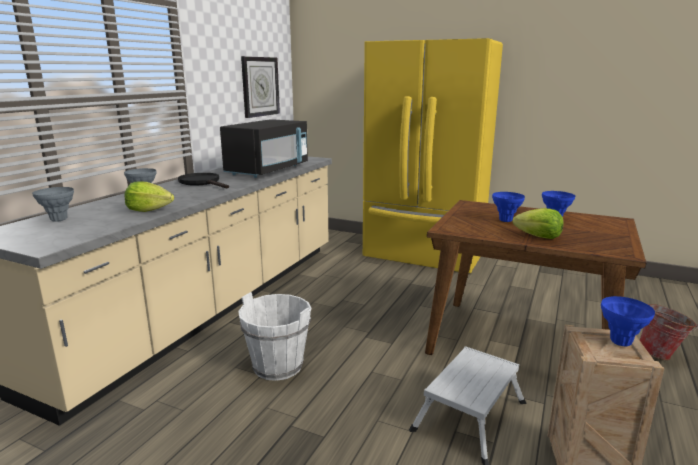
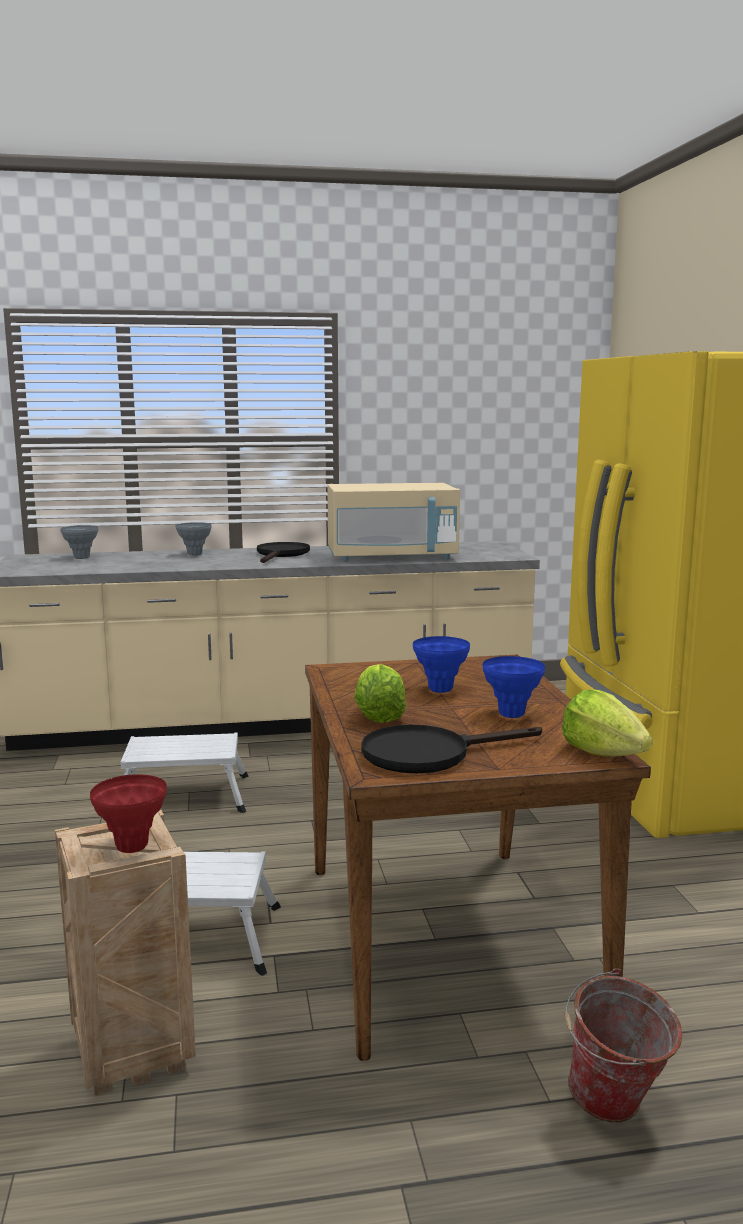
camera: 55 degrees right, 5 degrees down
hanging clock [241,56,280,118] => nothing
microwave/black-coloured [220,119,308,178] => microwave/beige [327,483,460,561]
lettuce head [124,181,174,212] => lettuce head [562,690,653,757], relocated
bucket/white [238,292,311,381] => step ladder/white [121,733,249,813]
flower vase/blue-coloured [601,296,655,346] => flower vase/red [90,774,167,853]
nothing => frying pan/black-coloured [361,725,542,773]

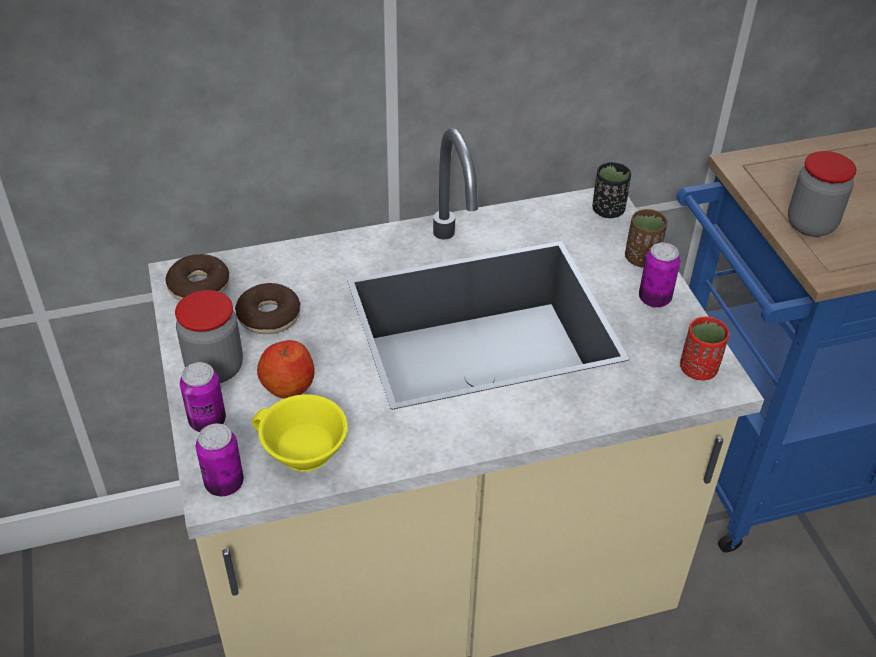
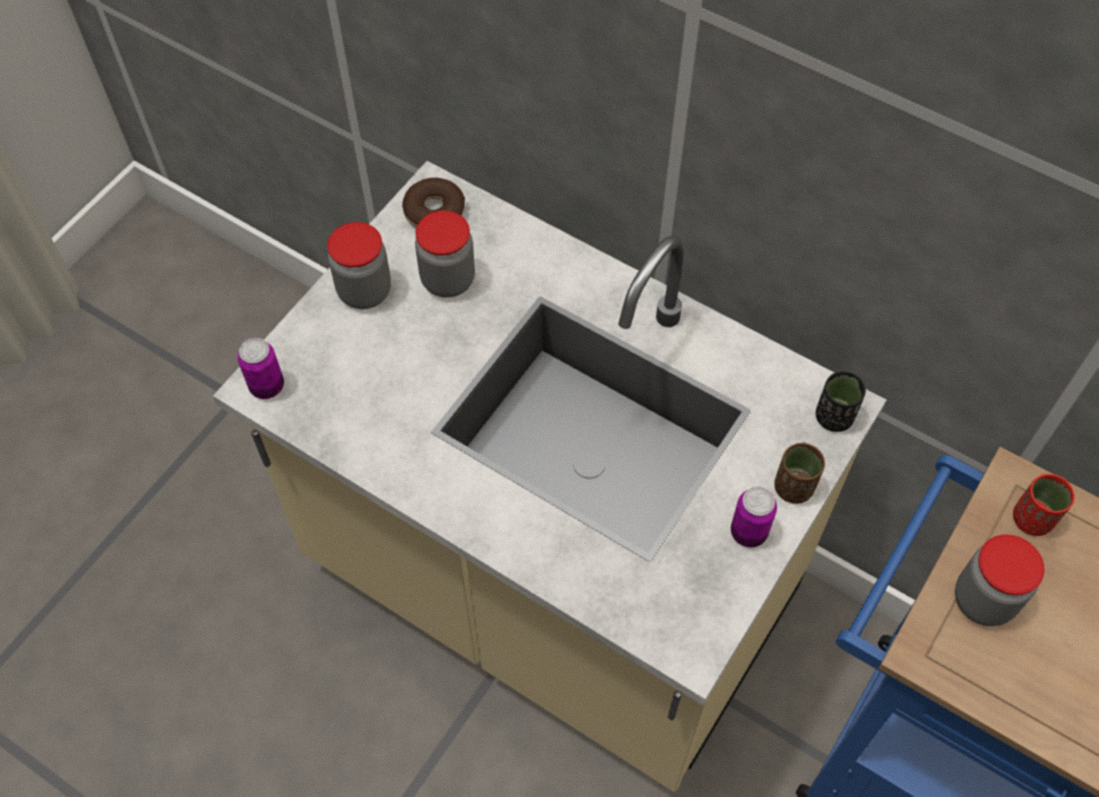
camera: 50 degrees right, 15 degrees up
ring doughnut [235,283,300,334] => jar [415,211,475,298]
drinking cup/red [680,317,729,381] => drinking cup/red [1013,474,1075,536], relocated
apple [257,340,315,399] => nothing
metal can [180,362,226,432] => nothing
drinking cup/yellow-coloured [252,394,348,472] => nothing

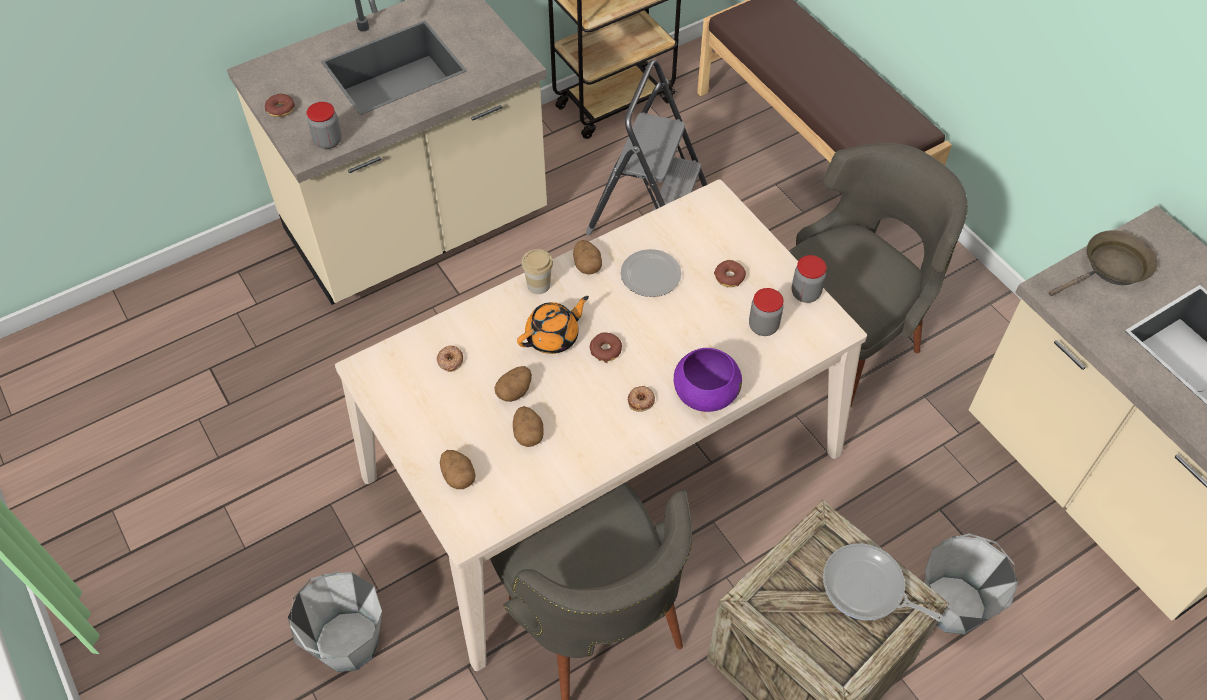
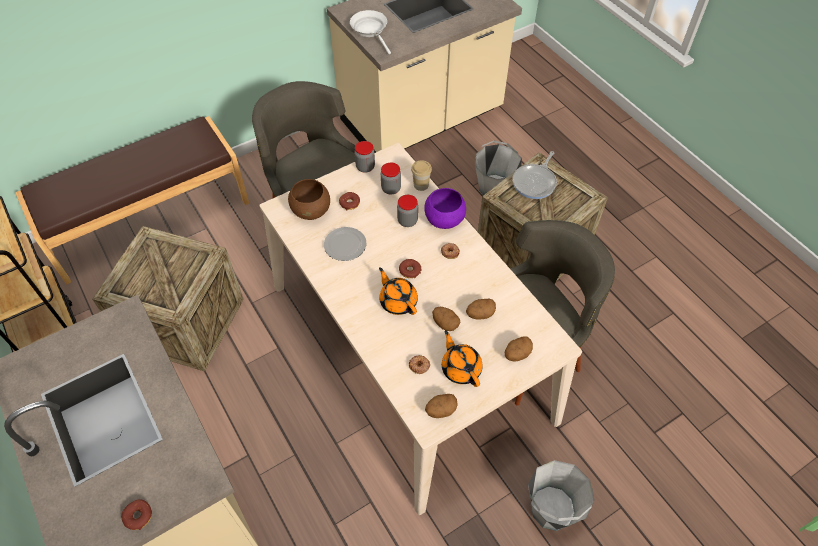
camera: 90 degrees left, 0 degrees up
step ladder/greyish [586,60,708,235] => crate [92,226,244,372]
jar [307,102,342,149] => jar [397,195,418,227], relocated
frying pan/brownish [1049,230,1158,296] => frying pan/white [350,10,391,54]
whole potato [573,240,602,275] => whole potato [425,394,457,418], relocated
drinking cup [521,249,553,294] => drinking cup [411,160,432,191], relocated
nothing => deep dish/brownish [288,179,330,220]
nothing => tea pot/orangey [442,330,483,387]

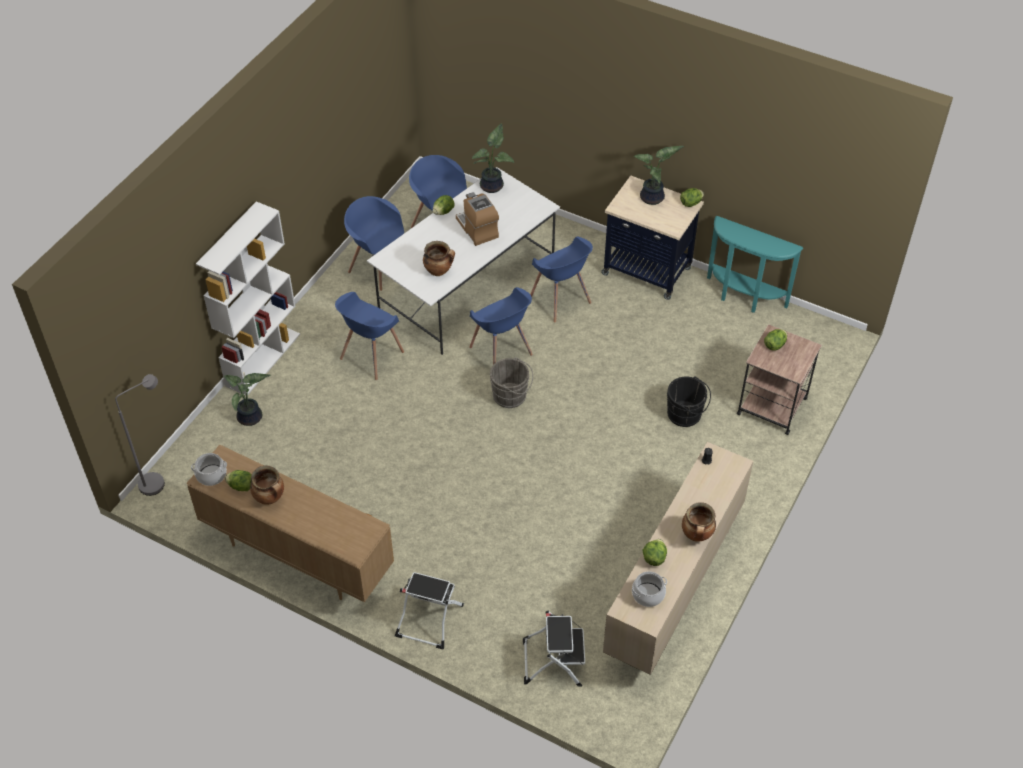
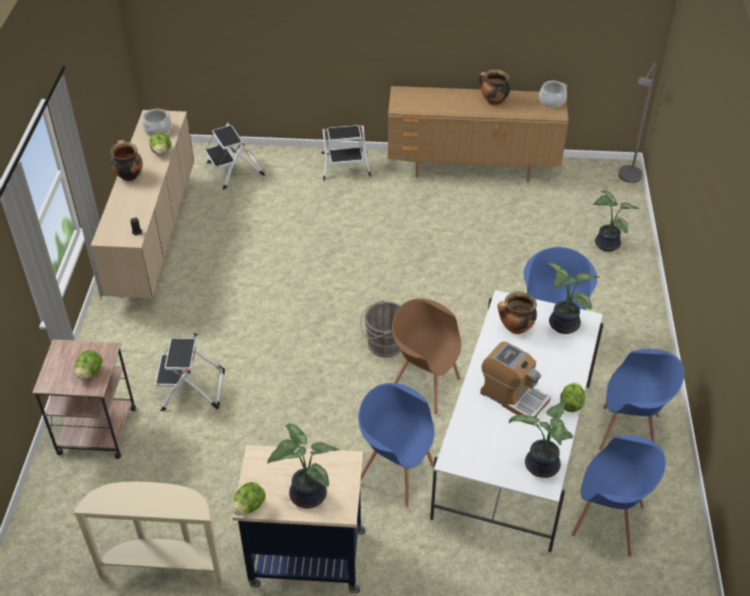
camera: 155 degrees right, 5 degrees down
shelving unit/white [196,201,300,396] => nothing
console table/turquoise [707,216,803,313] => console table/beige [73,482,223,586]
upright chair/blue-coloured [469,287,533,365] => upright chair/brownish [392,298,461,414]
bucket/black-coloured [667,377,711,427] => step ladder [155,333,225,411]
lettuce head [225,470,251,491] => nothing
nothing => potted plant [546,263,600,334]

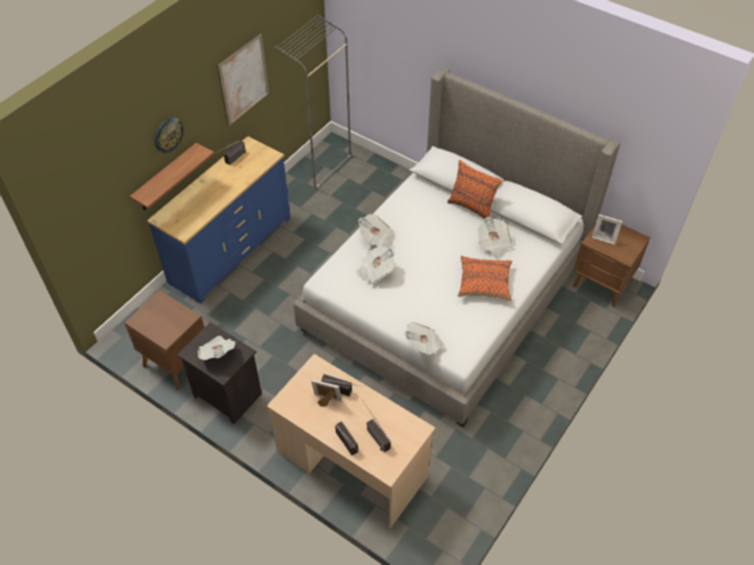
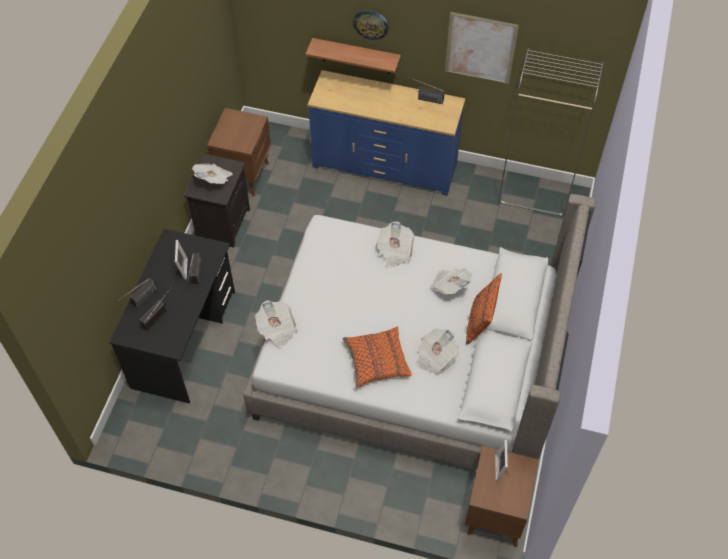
camera: 70 degrees right, 5 degrees up
printed paper [356,245,395,284] => printed paper [430,269,472,295], relocated
desk unit/beige [267,354,435,528] => desk unit/black-coloured [109,229,235,404]

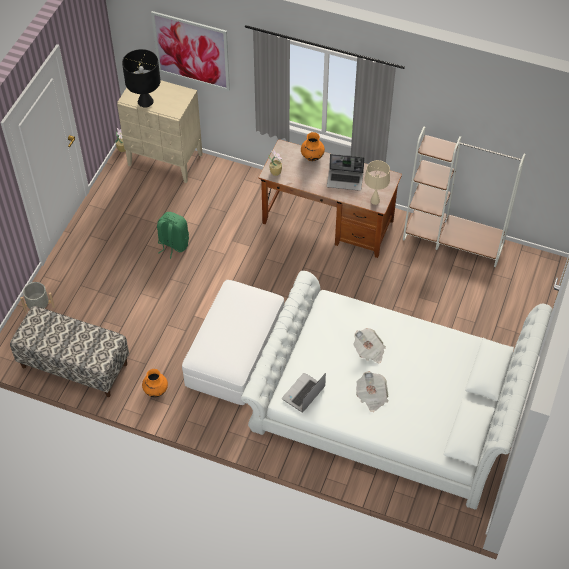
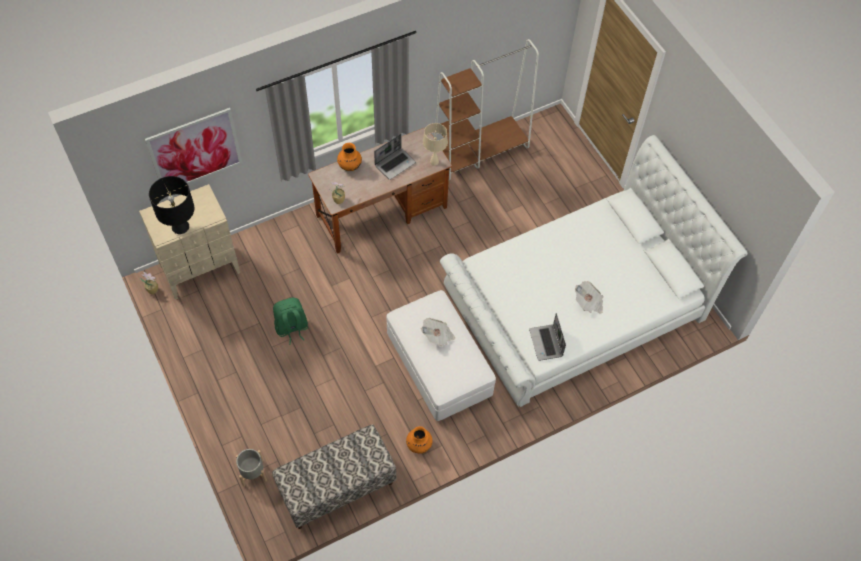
camera: 50 degrees left, 5 degrees up
printed paper [354,328,386,363] => printed paper [421,318,455,346], relocated

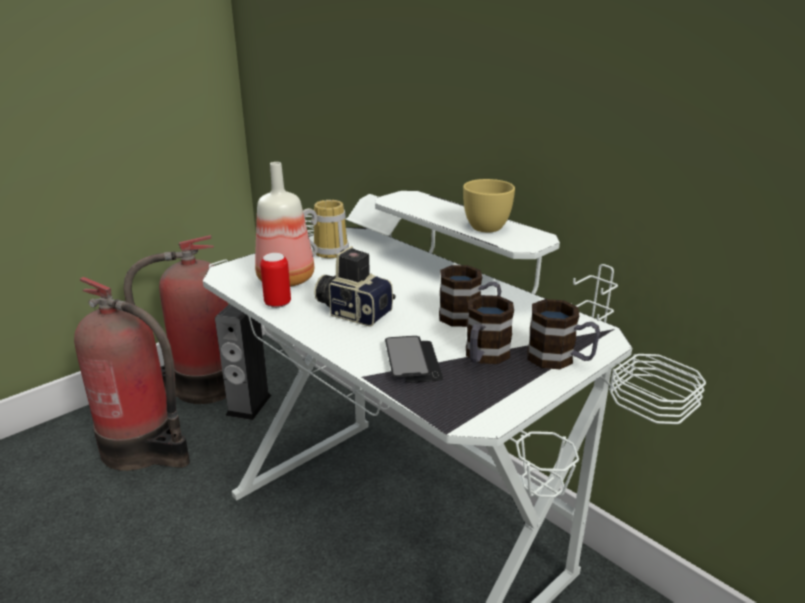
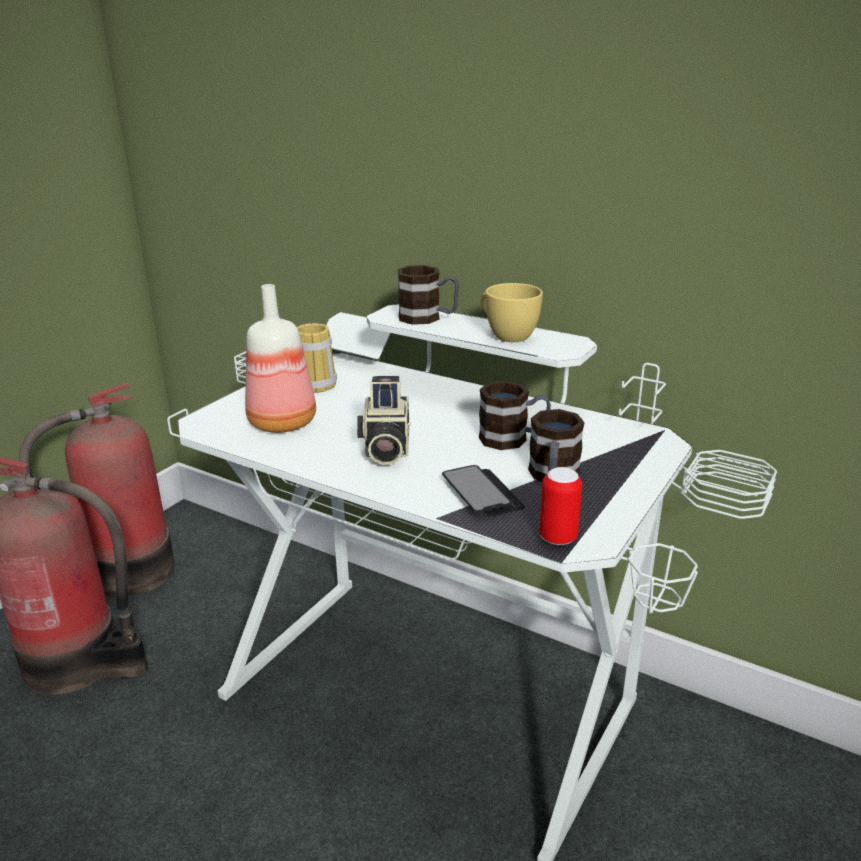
camera: 15 degrees left, 0 degrees up
still camera [314,246,396,326] => still camera [357,376,411,465], 105 degrees counterclockwise
metal can [260,253,291,308] => metal can [539,467,582,545], relocated
mug [527,299,600,369] => mug [397,265,459,325], relocated
loudspeaker [215,304,272,420] => nothing

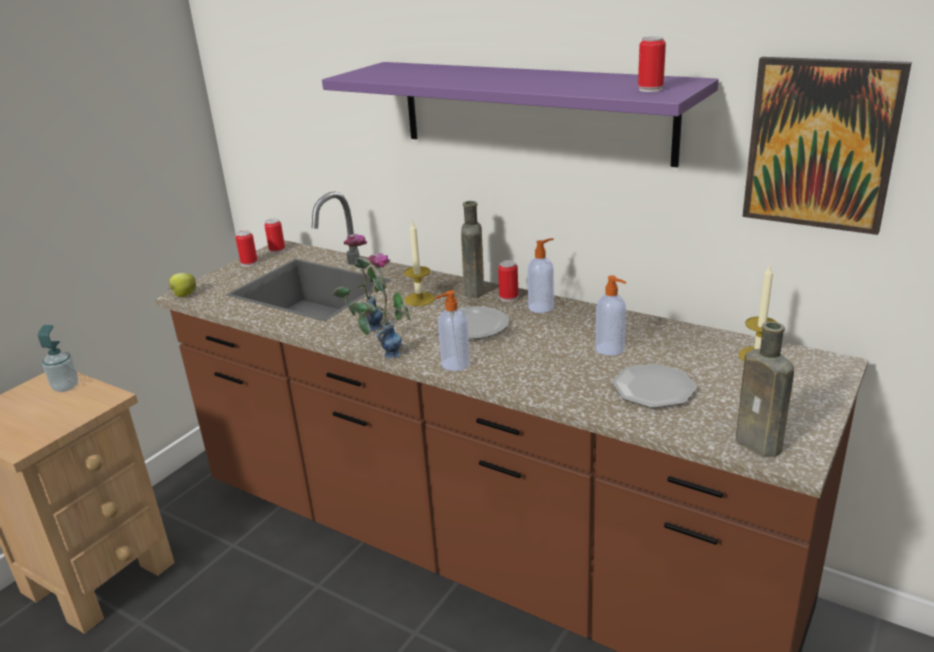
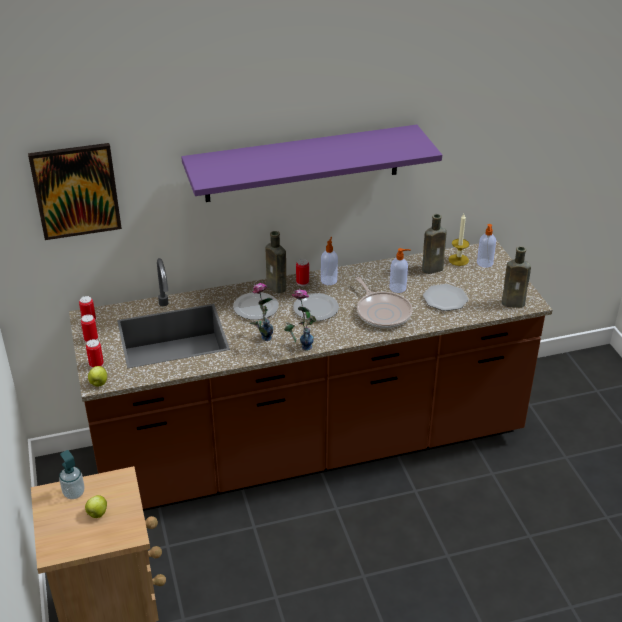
camera: 50 degrees left, 10 degrees up
metal can [638,36,666,92] => metal can [86,339,104,368], relocated
wall picture [742,57,912,235] => wall picture [28,143,122,240], relocated
wax candle [404,220,435,306] => dinner plate [233,292,279,320]
liquid soap bottle [435,290,470,371] => liquid soap bottle [477,224,496,268], relocated
nothing => bottle/brownish [422,214,447,274]
nothing => frying pan [356,277,412,328]
nothing => apple [85,495,107,518]

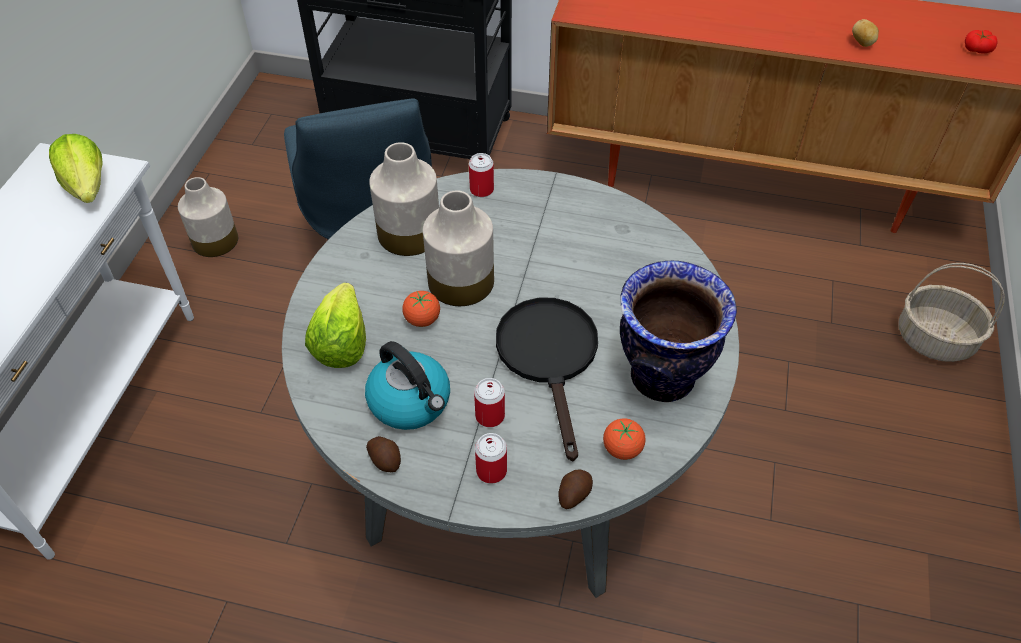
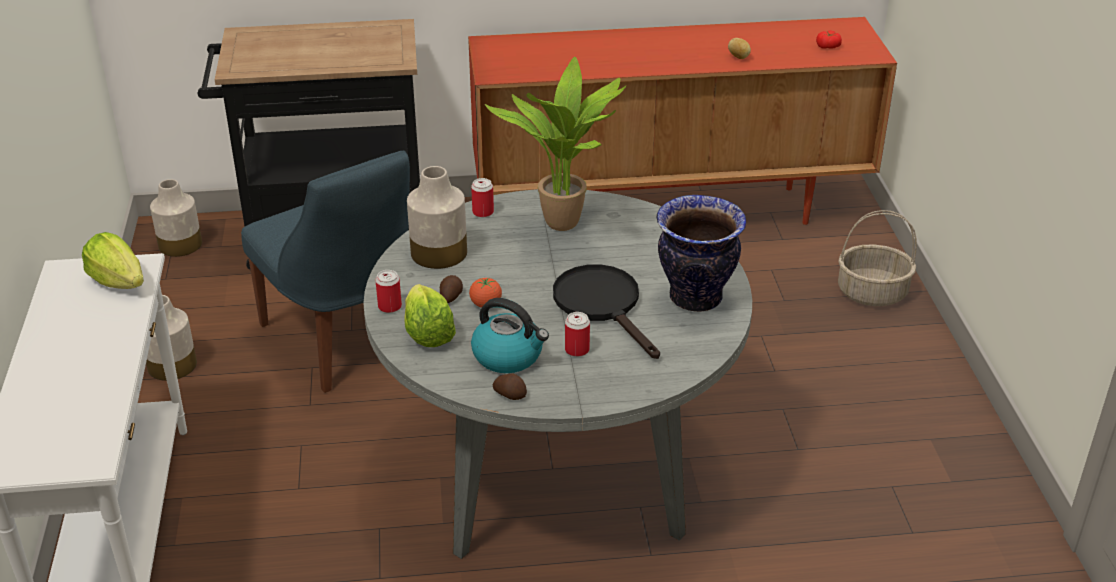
camera: 20 degrees left, 15 degrees down
flower vase/beige [423,190,494,306] => flower vase/beige [150,179,202,257], relocated
fresh tomato [603,418,646,460] => nothing
metal can [475,433,507,483] => metal can [375,270,402,313], relocated
whole potato [559,470,593,509] => whole potato [440,275,463,303], relocated
nothing => potted plant [485,57,627,231]

